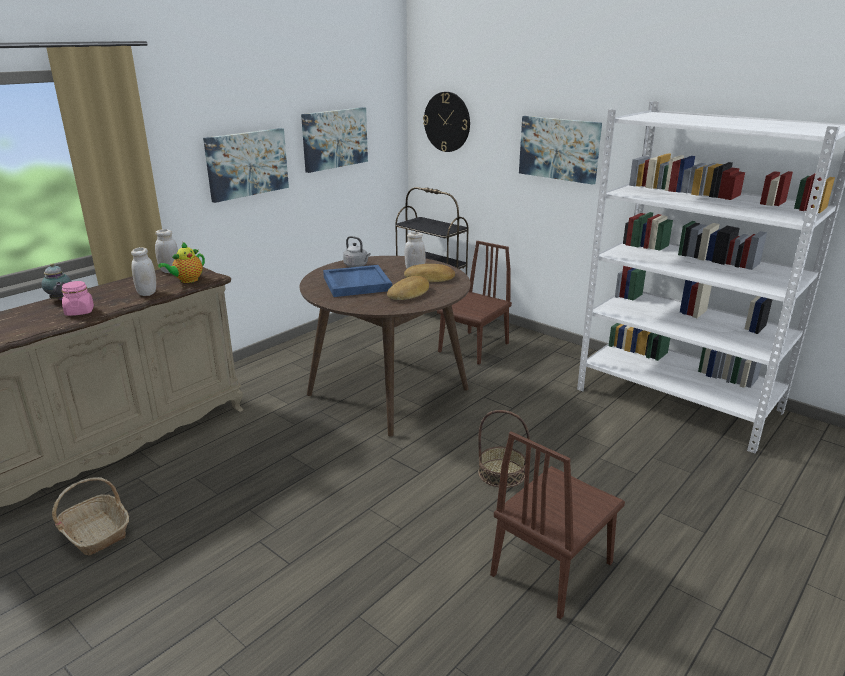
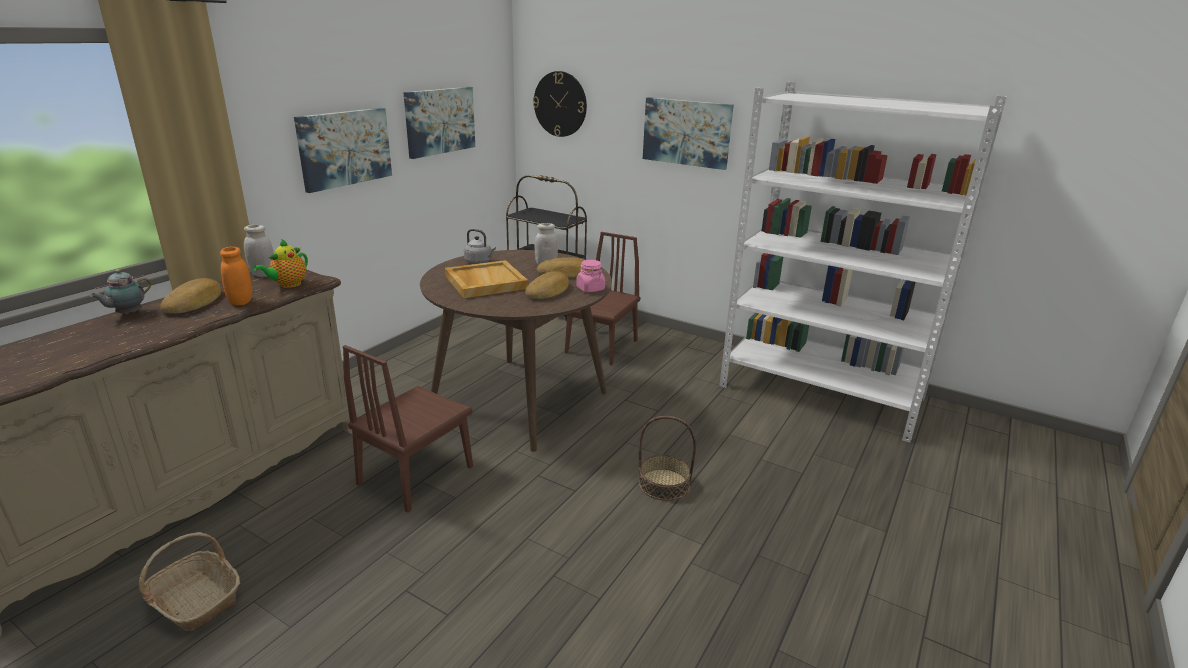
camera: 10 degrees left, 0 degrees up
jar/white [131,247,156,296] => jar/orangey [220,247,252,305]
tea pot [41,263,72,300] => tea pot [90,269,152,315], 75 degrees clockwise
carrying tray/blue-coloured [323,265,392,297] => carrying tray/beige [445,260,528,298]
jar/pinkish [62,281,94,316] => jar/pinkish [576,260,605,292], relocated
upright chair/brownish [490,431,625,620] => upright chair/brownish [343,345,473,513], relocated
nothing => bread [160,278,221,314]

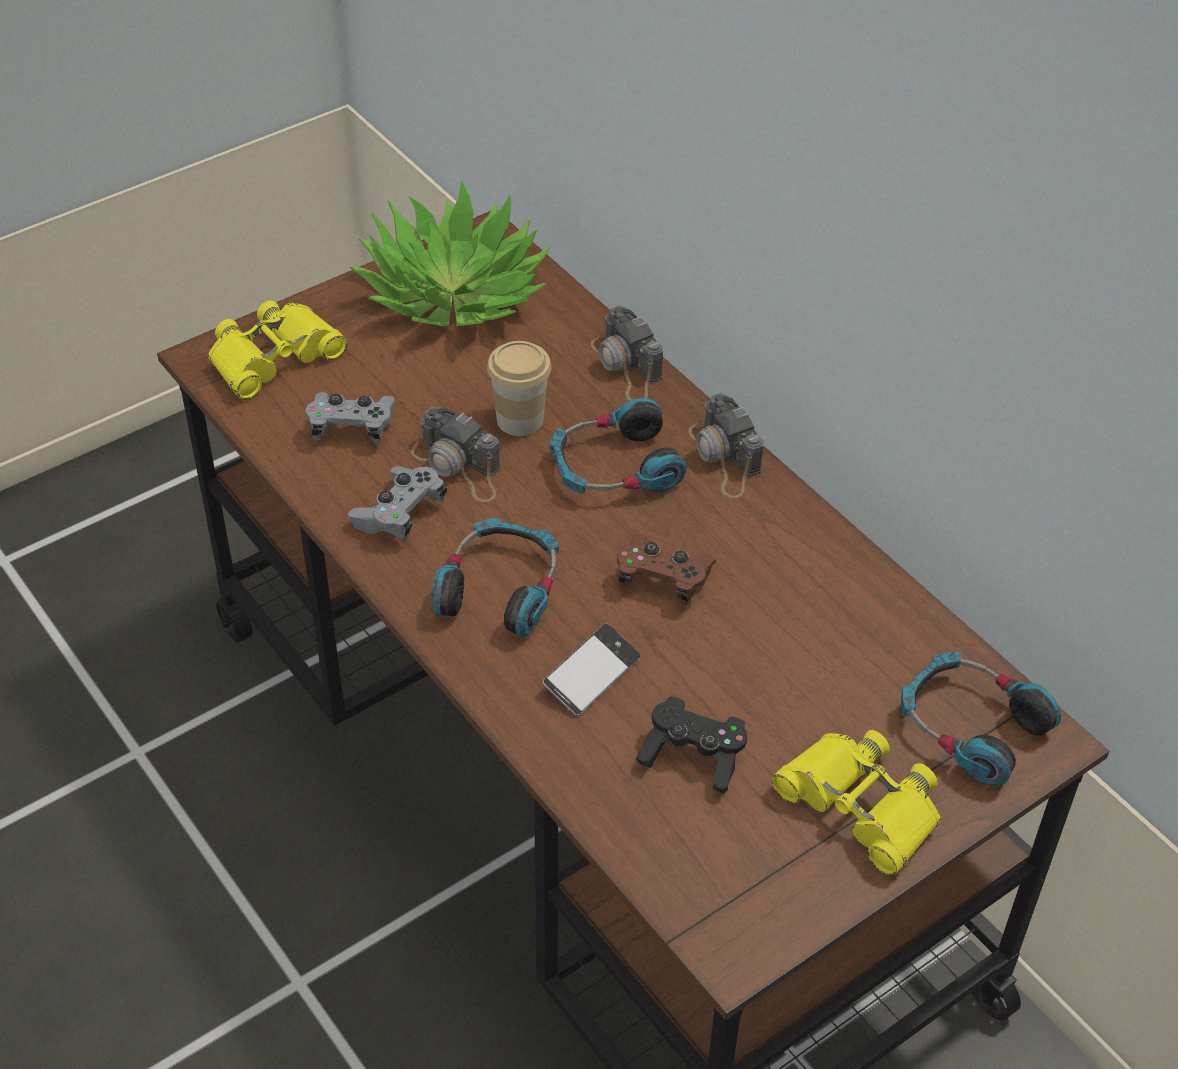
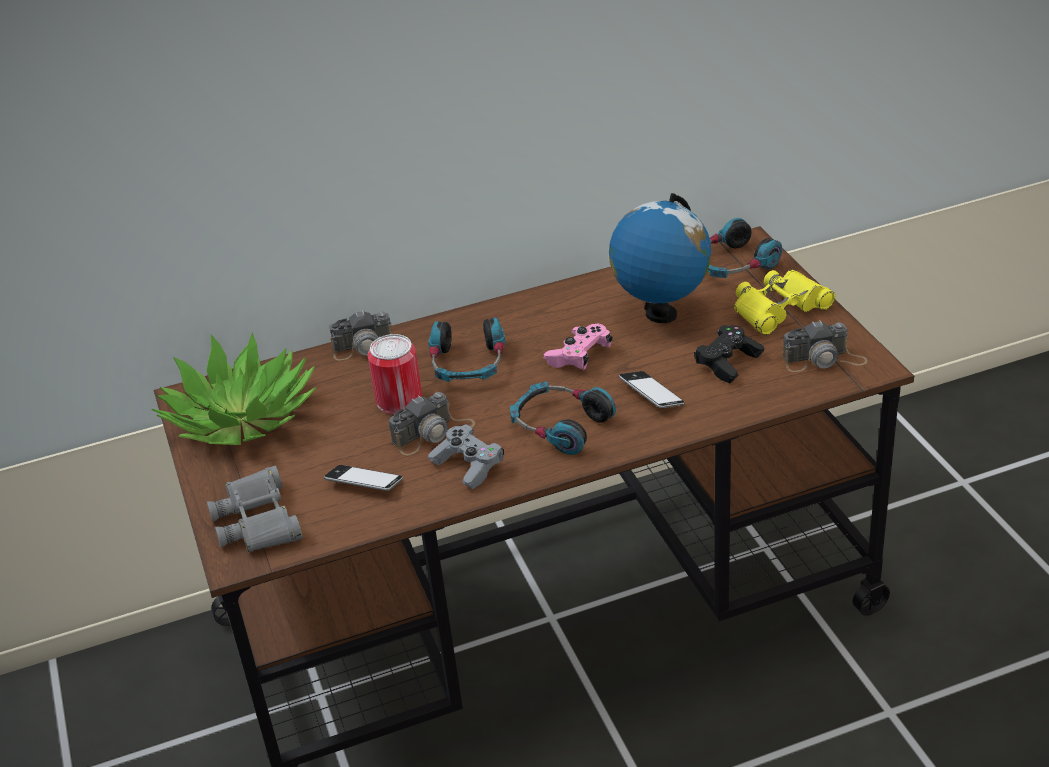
camera: 70 degrees left, 10 degrees down
binoculars/yellow-coloured [208,301,347,400] => binoculars/greyish [207,465,303,552]
drinking cup [487,341,551,436] => metal can [368,334,422,415]
joypad/greyish [305,392,397,444] => handset [324,465,403,491]
still camera [688,393,764,498] => still camera [783,320,868,372], relocated
joypad/brownish [617,534,716,606] => joypad/pinkish [544,324,612,370]
nothing => globe [609,193,711,323]

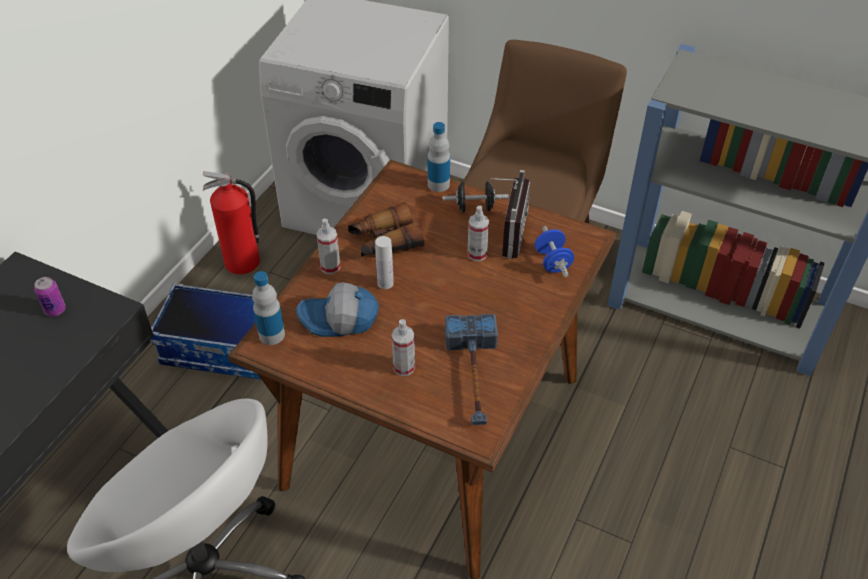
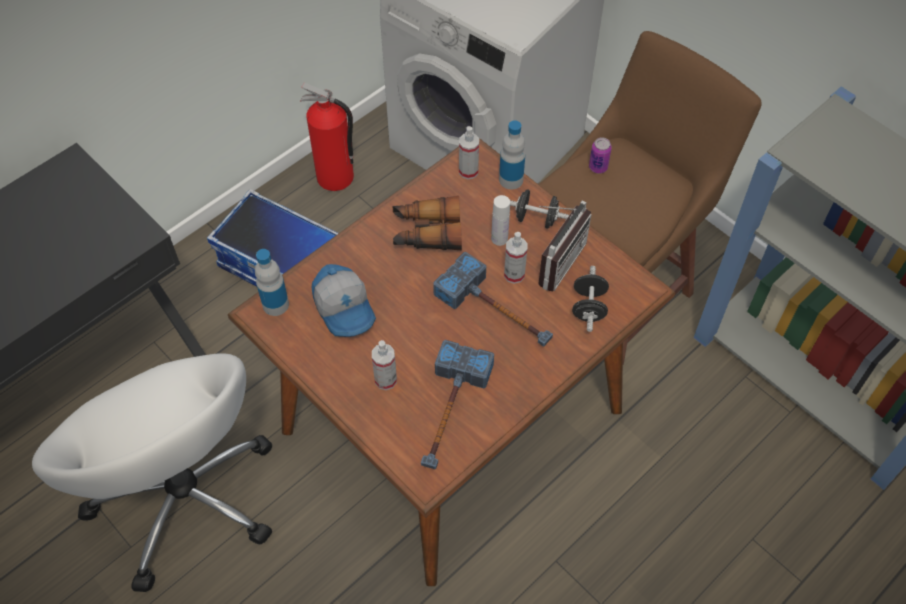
camera: 20 degrees right, 10 degrees up
hand sprayer [316,218,341,274] => hand sprayer [459,126,479,179], relocated
free weight/blue-coloured [535,226,574,277] => free weight/black-coloured [572,266,609,332]
bottle/white [375,236,394,289] => bottle/white [491,195,510,246], relocated
metal can [34,277,66,316] => metal can [589,137,612,174], relocated
cap [296,282,379,337] => cap [312,264,376,337], 135 degrees counterclockwise
nothing => hand hammer [433,252,553,347]

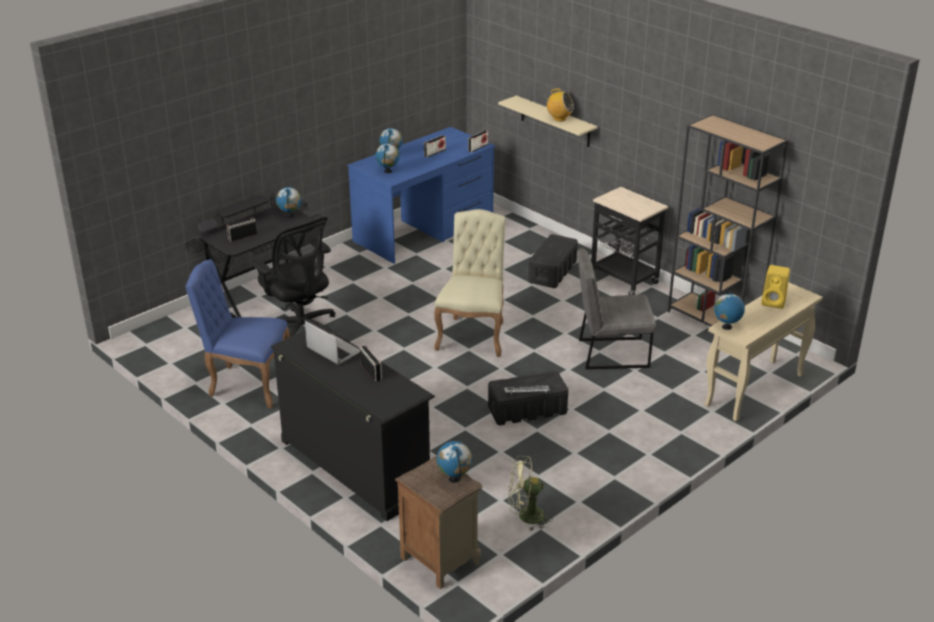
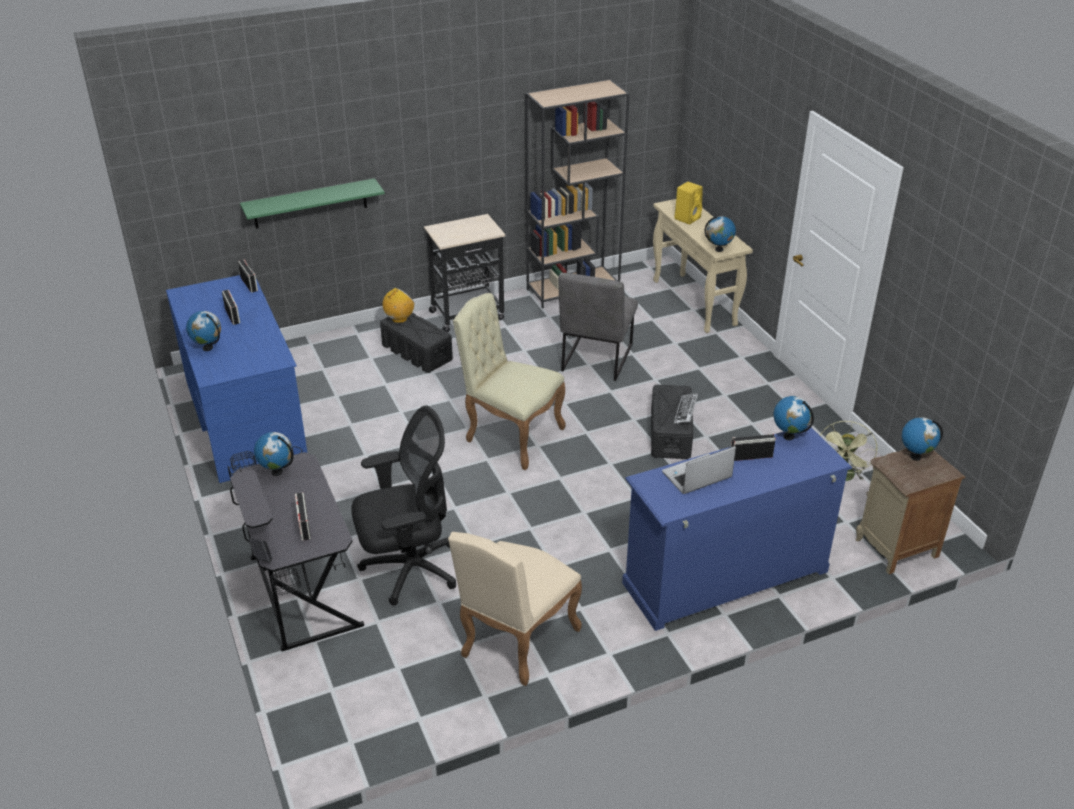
camera: 70 degrees left, 5 degrees up
radio [545,89,574,121] => radio [383,288,415,323], relocated
wall shelf/beige [498,96,598,147] => wall shelf/green [240,178,385,229]
globe [376,143,400,173] => globe [774,396,814,440], relocated
upright chair/blue-coloured [185,259,290,408] => upright chair/beige [448,532,582,686]
cabinet/black-coloured [271,323,435,521] => cabinet/blue-coloured [622,425,852,631]

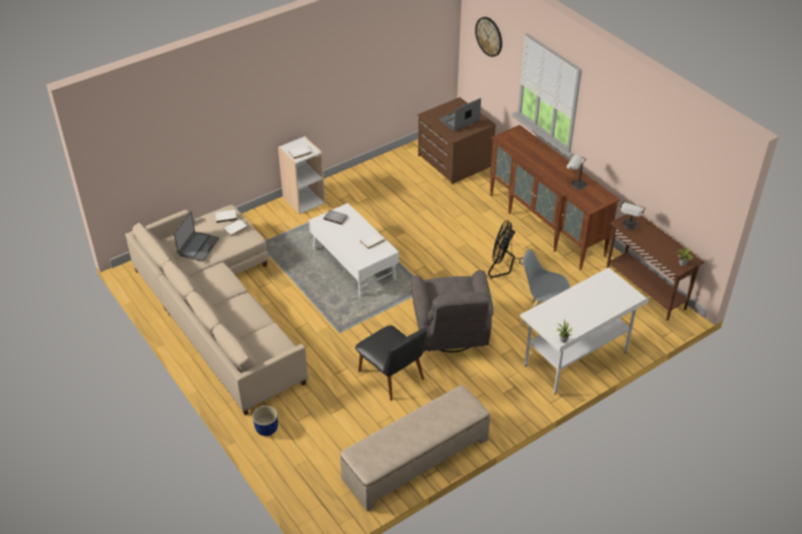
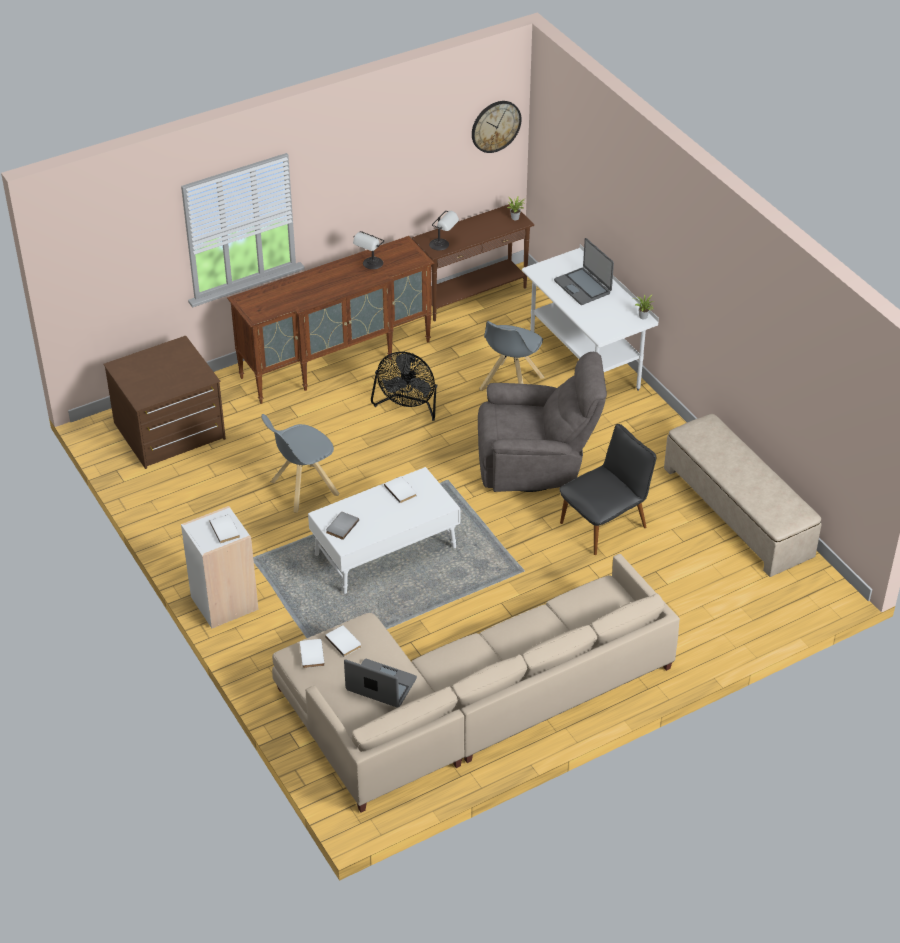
camera: 85 degrees left, 0 degrees up
hanging clock [475,17,502,57] => hanging clock [472,101,522,153], relocated
notebook computer [439,98,481,131] => notebook computer [554,238,614,305], relocated
plant pot/blue-coloured [252,406,278,436] => nothing
nothing => upright chair/greyish [261,414,340,513]

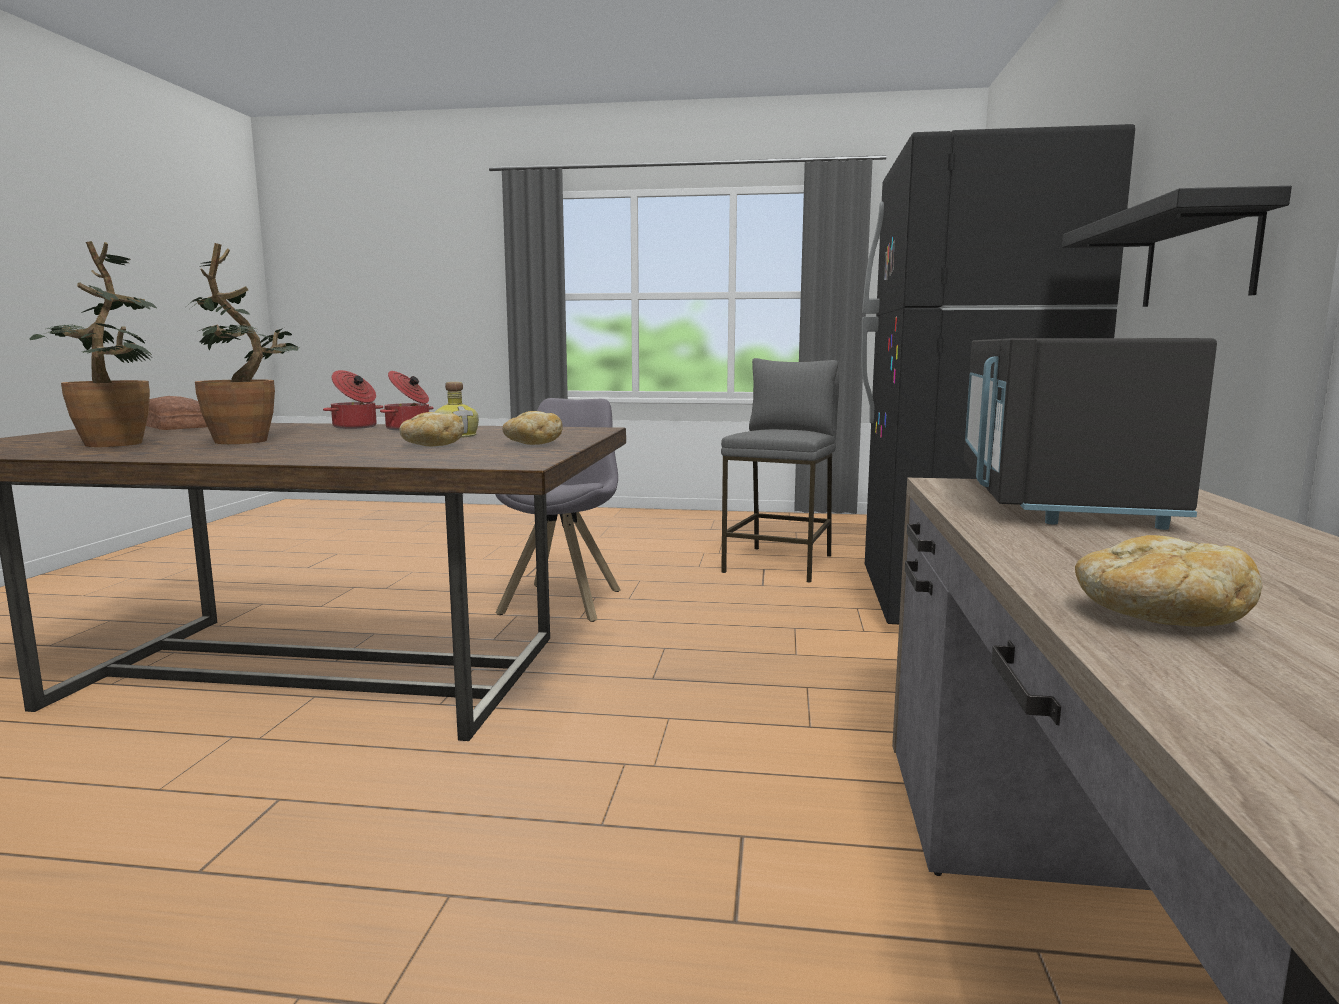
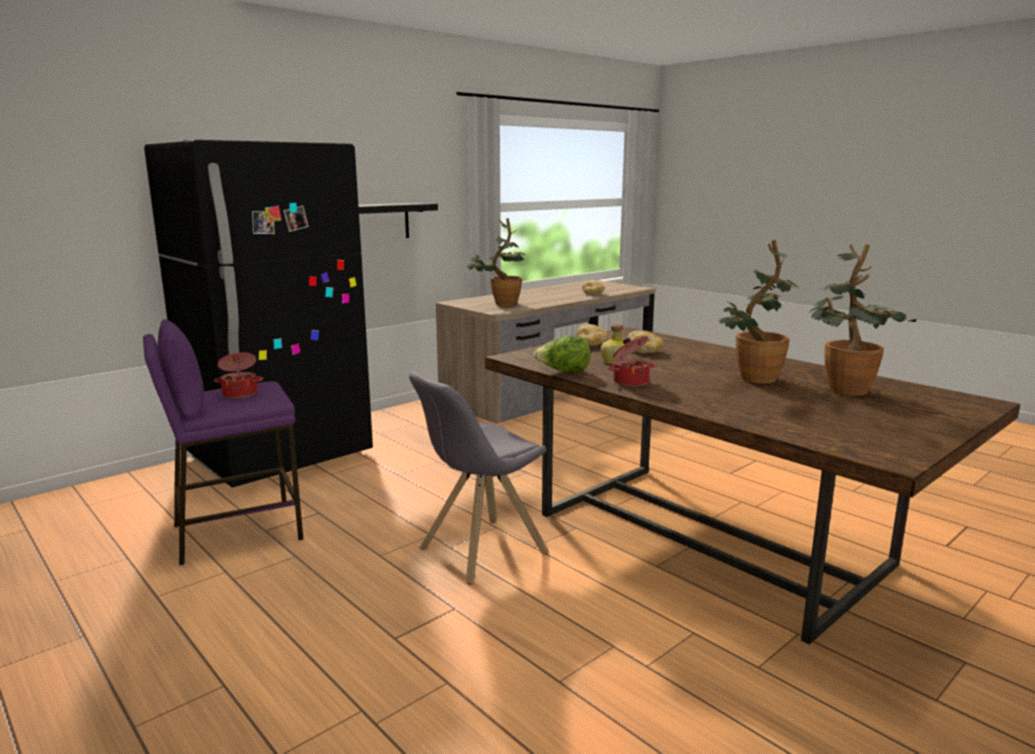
camera: 140 degrees left, 5 degrees up
microwave/black-coloured [964,338,1217,530] => potted plant [465,218,527,306]
stool seat/greyish [721,358,839,583] => stool seat/purple [143,319,303,565]
cooking pot [323,370,383,429] => cooking pot [214,352,263,399], relocated
bread [146,396,207,430] => nothing
nothing => lettuce head [533,335,591,373]

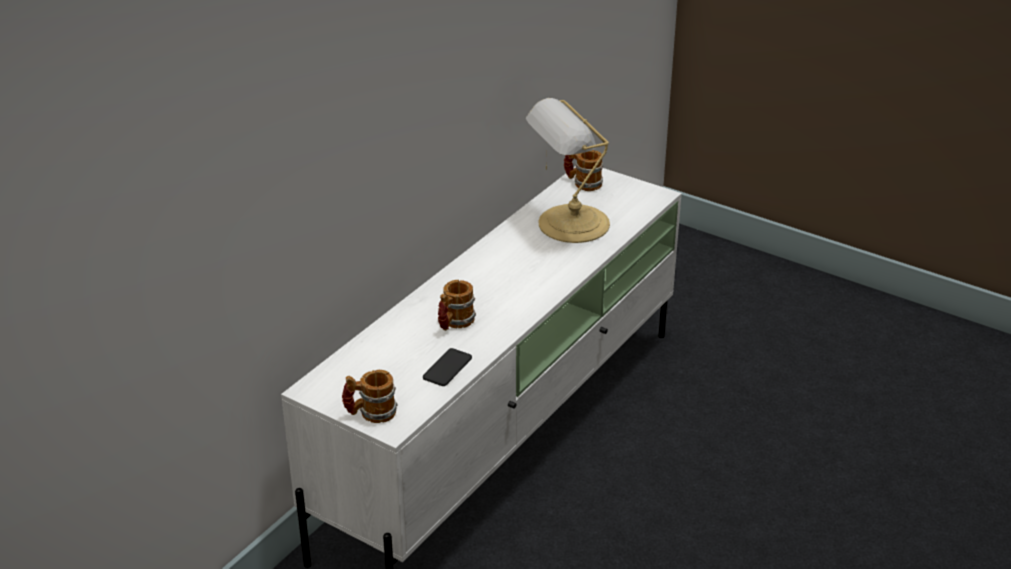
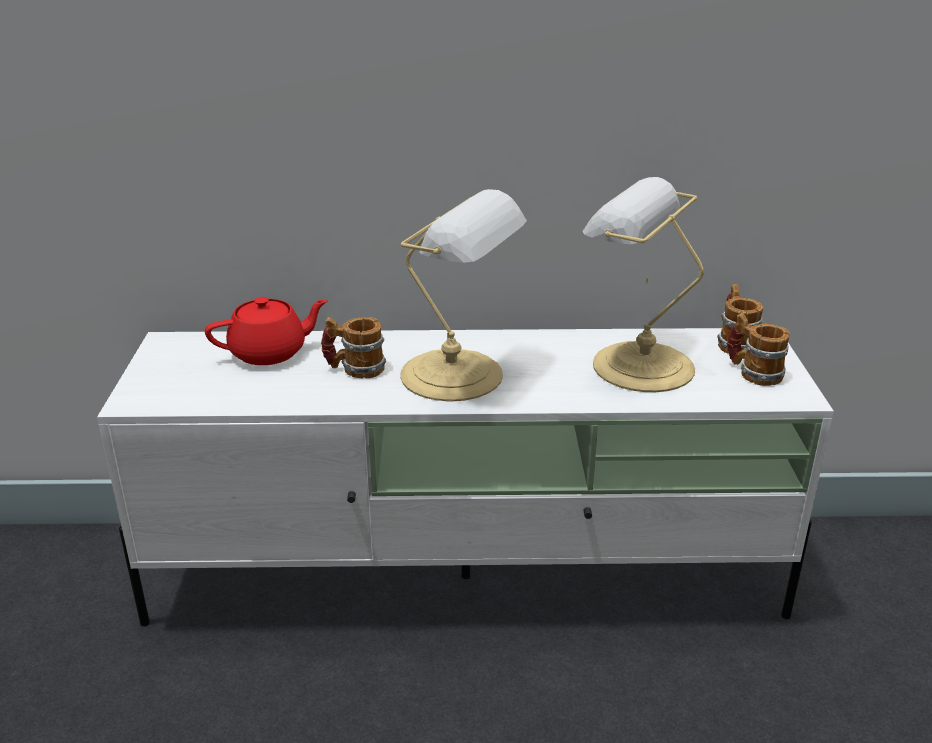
camera: 55 degrees right, 5 degrees down
handset [423,348,472,386] => nothing
mug [342,370,397,423] => mug [727,313,790,386], relocated
nothing => tabletop lamp [400,189,527,402]
nothing => tea pot/red [205,297,328,365]

